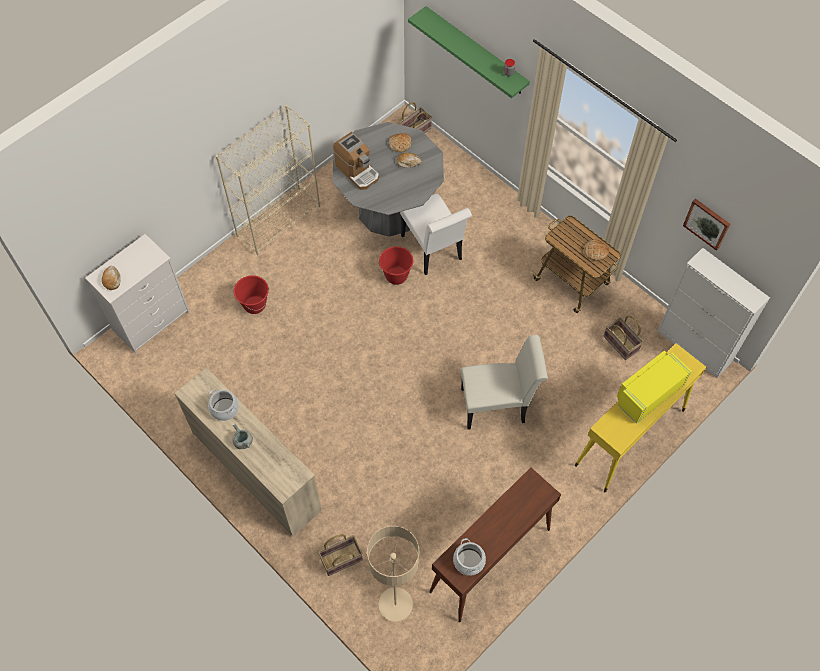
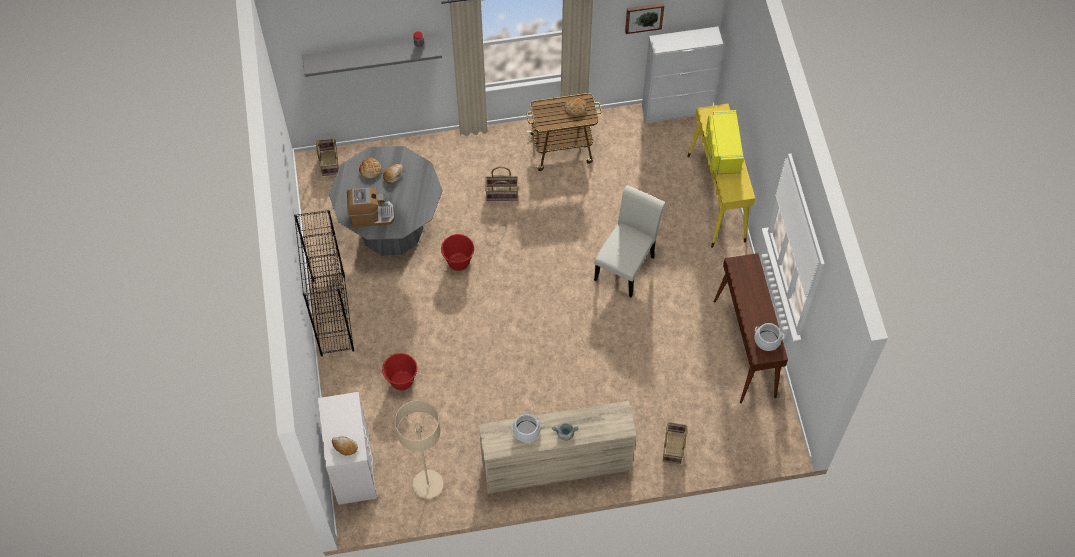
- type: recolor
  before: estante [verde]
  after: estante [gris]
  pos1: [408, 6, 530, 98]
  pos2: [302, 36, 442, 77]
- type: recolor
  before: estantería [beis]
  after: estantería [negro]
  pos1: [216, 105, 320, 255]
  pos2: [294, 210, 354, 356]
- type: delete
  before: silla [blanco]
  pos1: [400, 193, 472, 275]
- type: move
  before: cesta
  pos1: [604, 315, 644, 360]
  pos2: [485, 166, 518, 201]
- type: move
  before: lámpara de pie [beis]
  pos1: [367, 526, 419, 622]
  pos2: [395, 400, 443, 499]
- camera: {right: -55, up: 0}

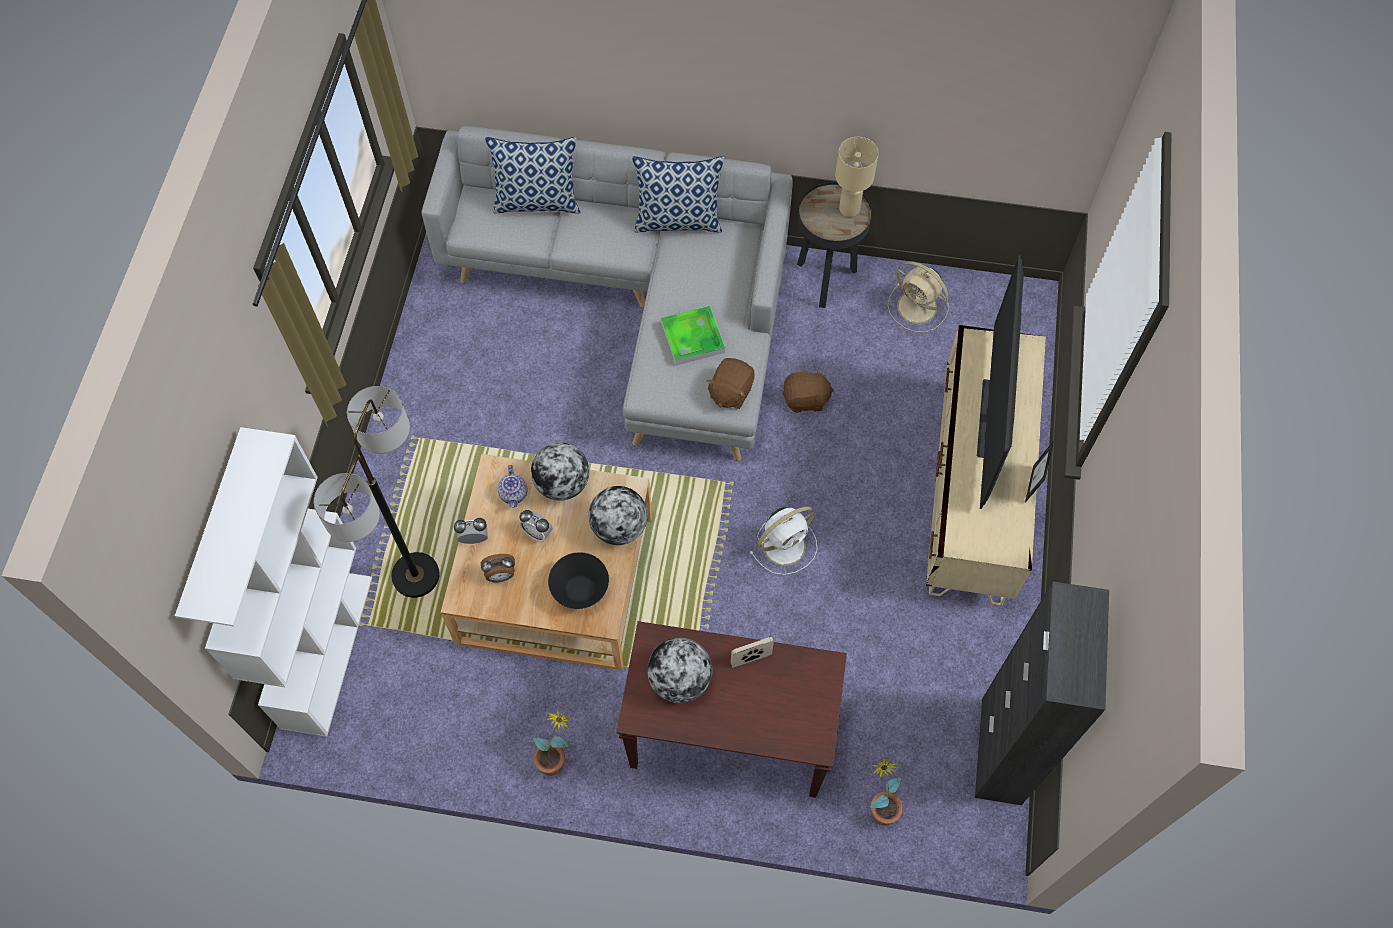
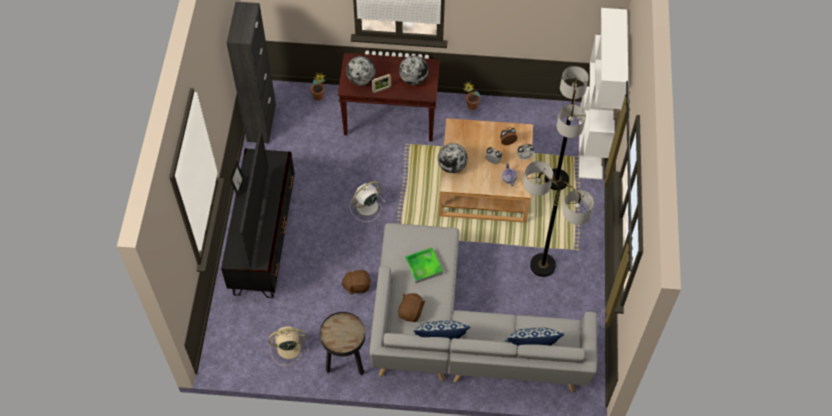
- type: delete
  before: lámpara de mesa [beis]
  pos1: [835, 137, 879, 217]
- type: rotate
  before: ventilador [beis]
  pos1: [888, 261, 949, 332]
  pos2: [268, 327, 309, 366]
  turn: -45
- type: recolor
  before: mueble de televisión [beis]
  after: mueble de televisión [negro]
  pos1: [926, 325, 1046, 605]
  pos2: [221, 148, 295, 298]
- type: move
  before: peluche [marrón]
  pos1: [706, 358, 755, 409]
  pos2: [398, 293, 426, 322]
- type: move
  before: globo terráqueo
  pos1: [531, 442, 589, 501]
  pos2: [346, 56, 376, 86]
- type: delete
  before: cuenco [negro]
  pos1: [548, 552, 609, 609]
- type: insert
  after: lámpara de pie
  pos2: [523, 161, 594, 277]
- camera: {right: 175, up: -5}

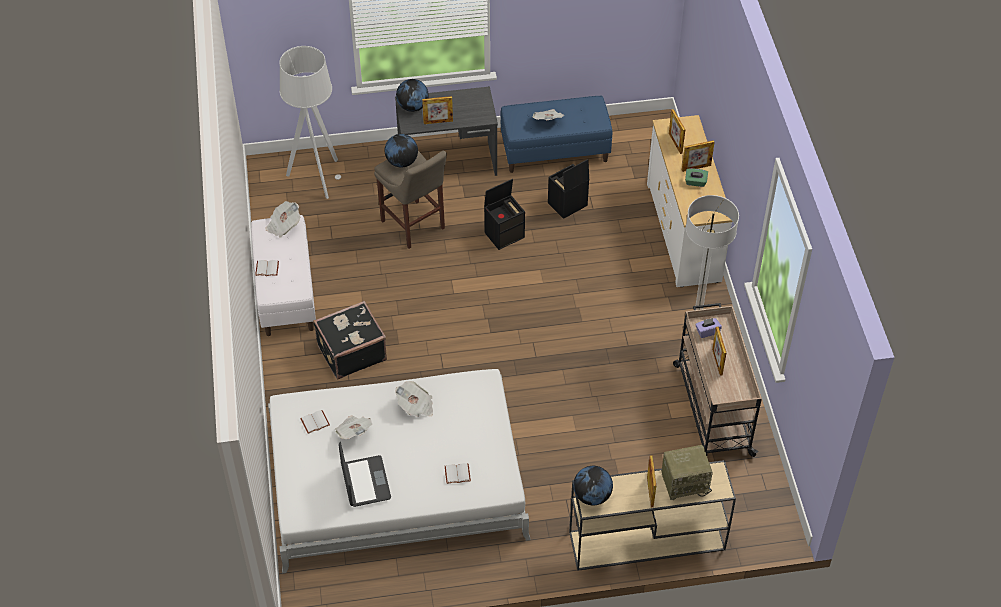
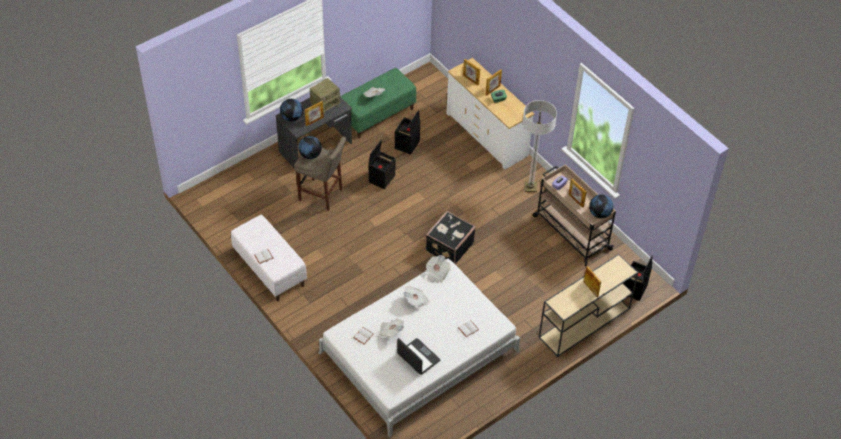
- type: delete
  before: lámpara de pie [gris]
  pos1: [279, 46, 341, 199]
- type: recolor
  before: banco [azul]
  after: banco [verde]
  pos1: [501, 96, 612, 173]
  pos2: [340, 68, 416, 139]
- type: move
  before: periódico
  pos1: [265, 201, 300, 238]
  pos2: [425, 255, 450, 283]
- type: move
  before: maleta [negro]
  pos1: [313, 301, 387, 379]
  pos2: [425, 211, 476, 264]
- type: move
  before: radio
  pos1: [661, 445, 713, 500]
  pos2: [310, 78, 342, 114]
- type: move
  before: globo terráqueo
  pos1: [573, 466, 613, 506]
  pos2: [589, 194, 613, 218]
- type: insert
  after: caja de almacenaje [negro]
  pos2: [624, 256, 652, 301]
- camera: {right: -30, up: 0}

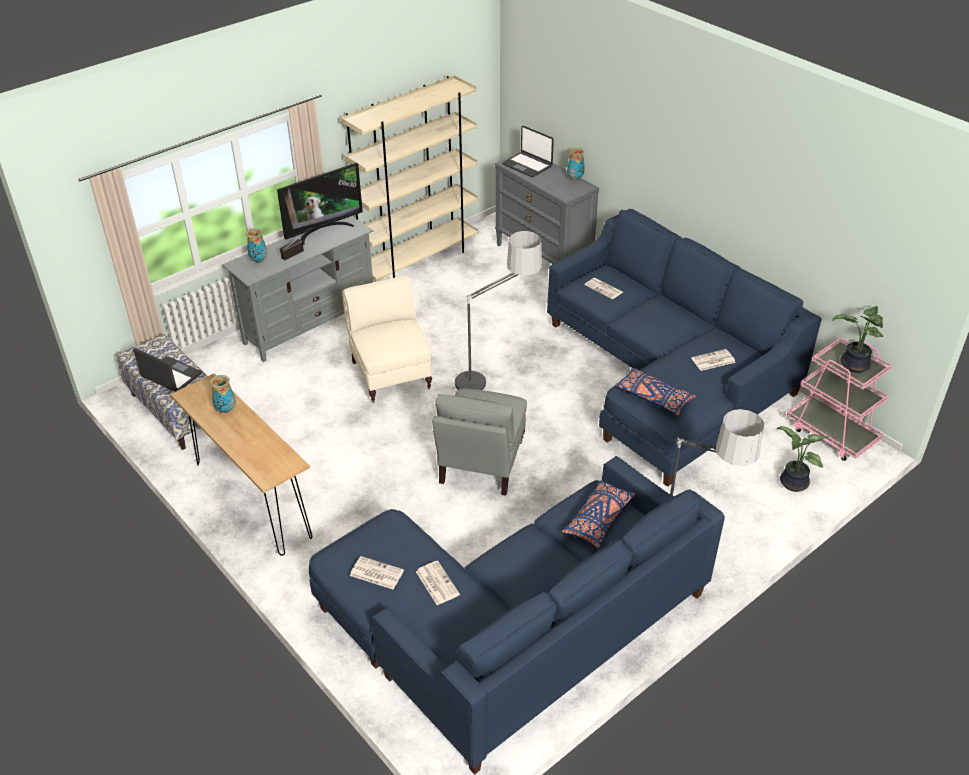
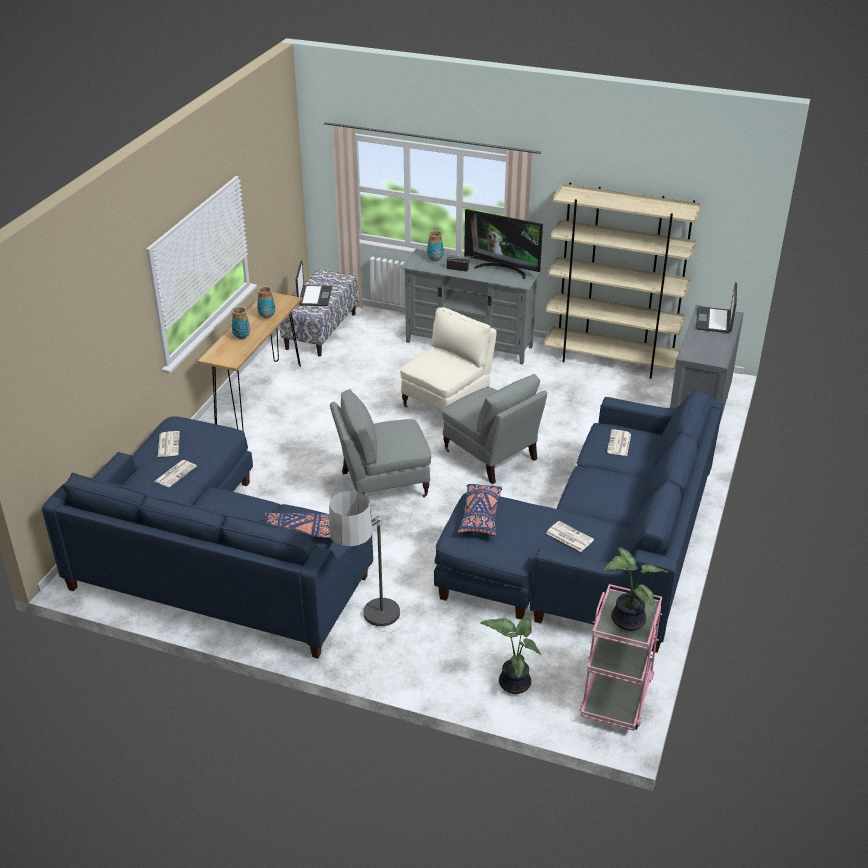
- type: move
  before: florero
  pos1: [567, 148, 585, 180]
  pos2: [231, 306, 250, 340]
- type: replace
  before: lámpara de pie
  after: sillón [gris]
  pos1: [452, 231, 543, 390]
  pos2: [442, 374, 547, 484]
- camera: {right: 60, up: -5}

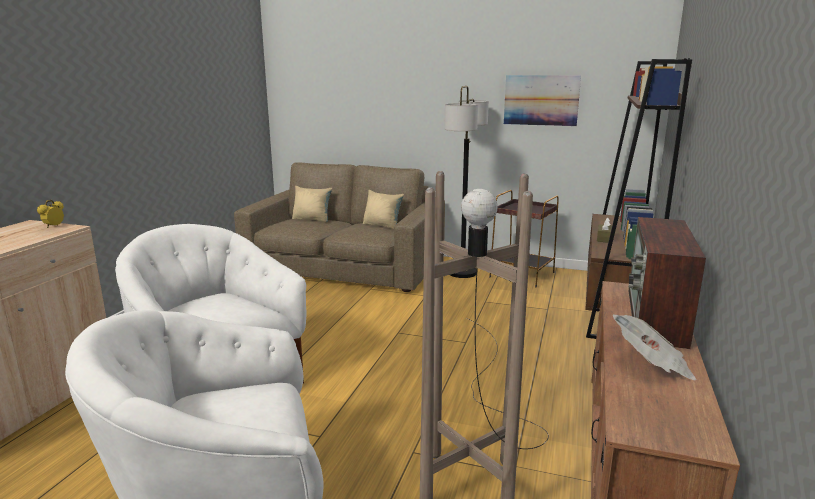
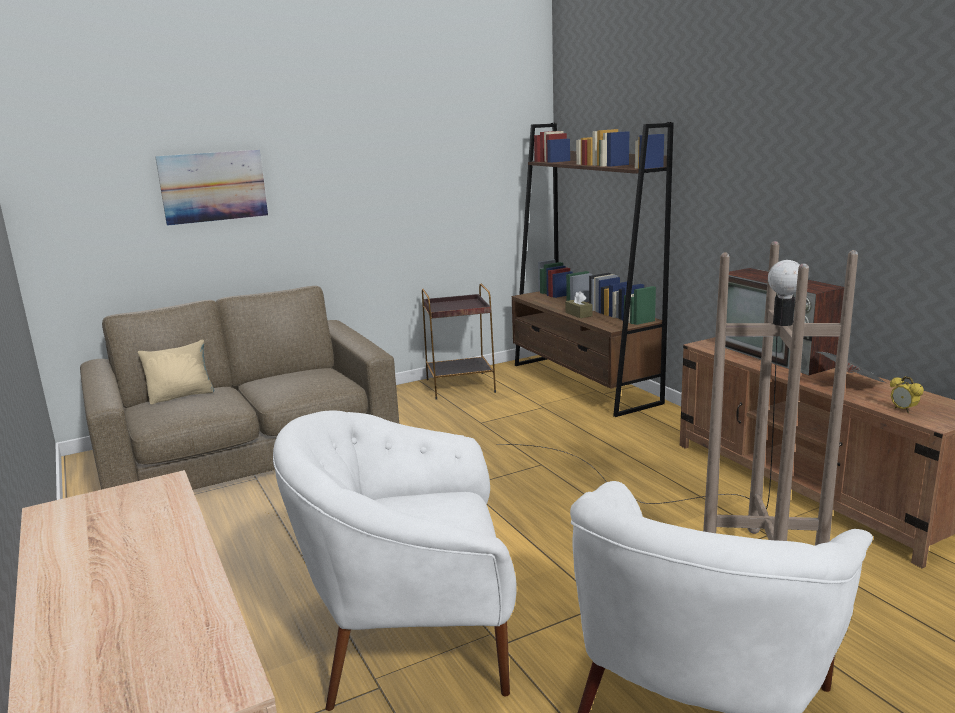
- type: move
  before: cuadro
  pos1: [504, 75, 581, 126]
  pos2: [155, 150, 268, 226]
- type: delete
  before: lámpara de pie
  pos1: [444, 86, 489, 278]
- type: delete
  before: cojín [beis]
  pos1: [363, 190, 404, 230]
- type: move
  before: despertador
  pos1: [37, 200, 64, 228]
  pos2: [890, 376, 924, 413]
- camera: {right: -45, up: 0}

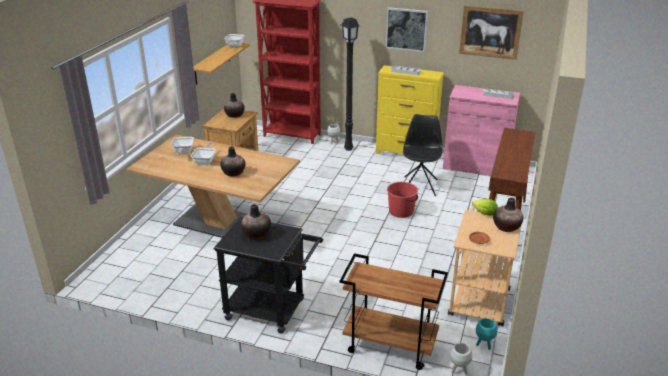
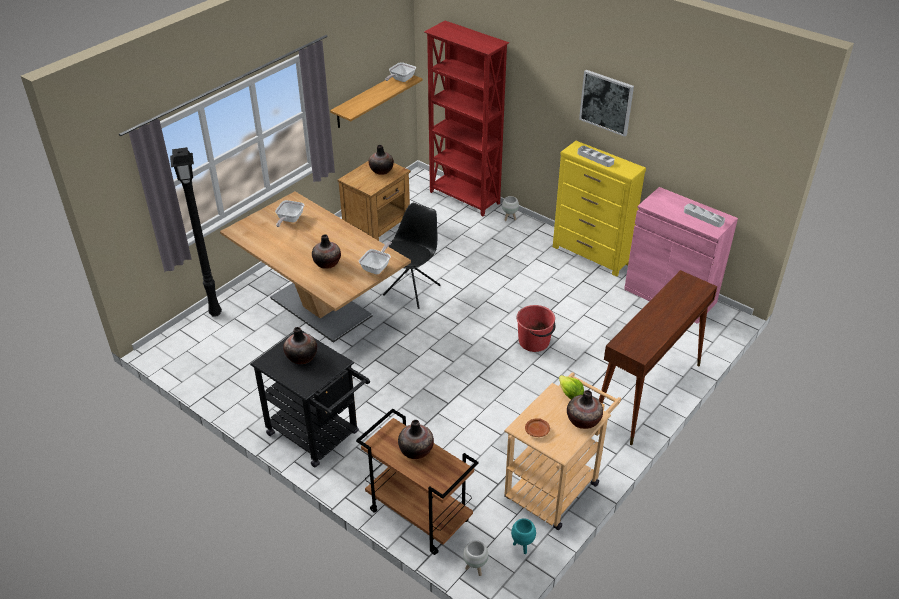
- type: delete
  before: cuadro
  pos1: [459, 5, 524, 60]
- type: move
  before: lámpara de pie [negro]
  pos1: [341, 17, 360, 151]
  pos2: [170, 147, 222, 317]
- type: move
  before: silla [negro]
  pos1: [403, 114, 442, 196]
  pos2: [383, 203, 441, 309]
- type: move
  before: sartén
  pos1: [191, 141, 216, 165]
  pos2: [359, 241, 392, 274]
- type: insert
  after: florero
  pos2: [398, 420, 434, 459]
- camera: {right: 20, up: 10}

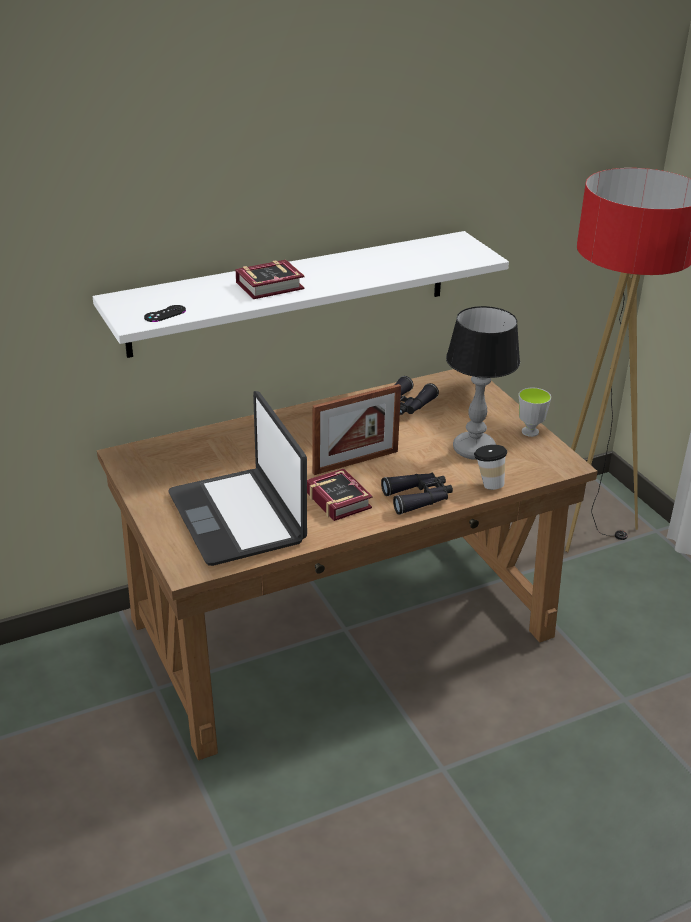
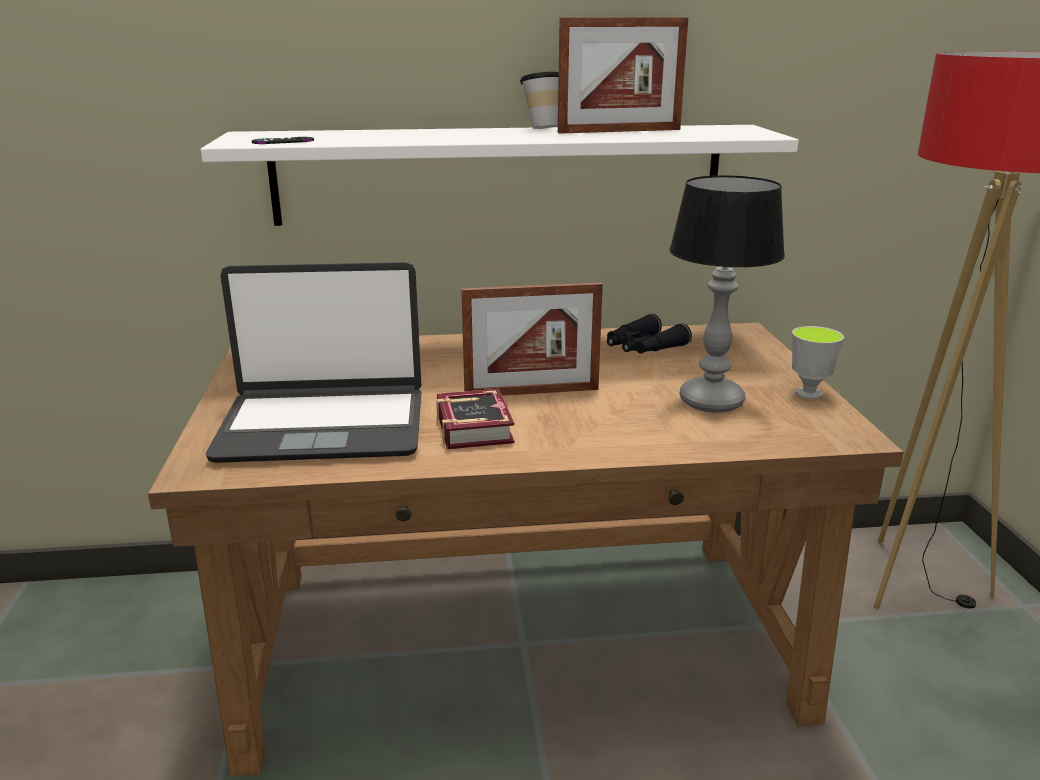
- type: delete
  before: libro
  pos1: [236, 260, 305, 299]
- type: rotate
  before: portátil
  pos1: [169, 391, 307, 566]
  pos2: [206, 262, 421, 463]
  turn: -90
- type: move
  before: taza
  pos1: [474, 445, 507, 490]
  pos2: [520, 72, 559, 129]
- type: delete
  before: prismáticos [negro]
  pos1: [381, 473, 453, 515]
- type: insert
  after: portarretratos
  pos2: [558, 18, 688, 134]
- camera: {right: 20, up: -10}

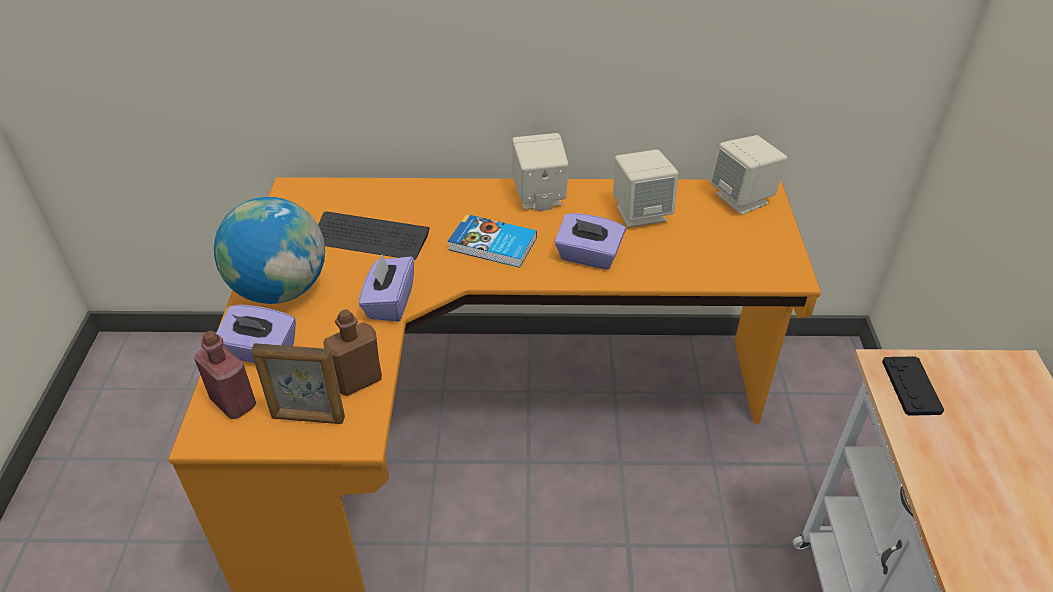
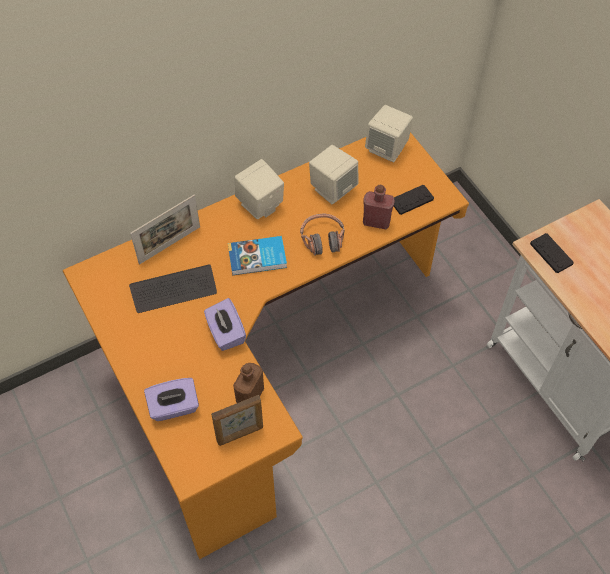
- type: delete
  before: globo terráqueo
  pos1: [214, 197, 325, 304]
- type: replace
  before: caja de pañuelos [morado]
  after: auriculares
  pos1: [555, 213, 626, 270]
  pos2: [300, 214, 345, 256]
- type: move
  before: botella [rojo]
  pos1: [194, 331, 256, 419]
  pos2: [363, 184, 395, 229]
- type: insert
  after: mando de consola [negro]
  pos2: [394, 185, 434, 215]
- type: insert
  after: portarretratos
  pos2: [130, 195, 200, 264]
- camera: {right: -30, up: 15}

